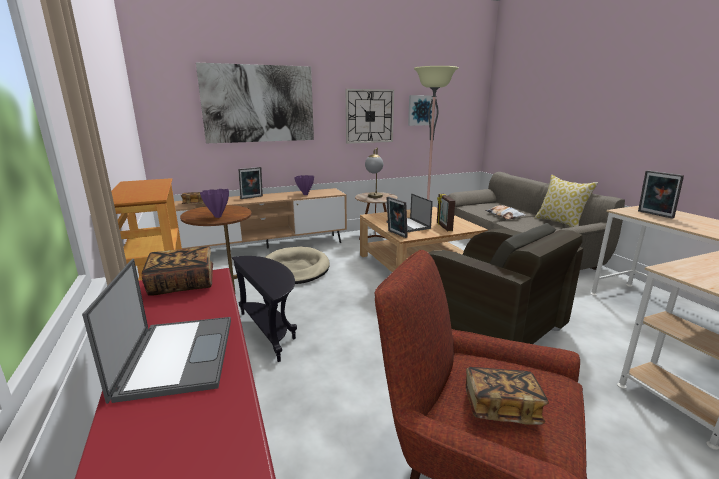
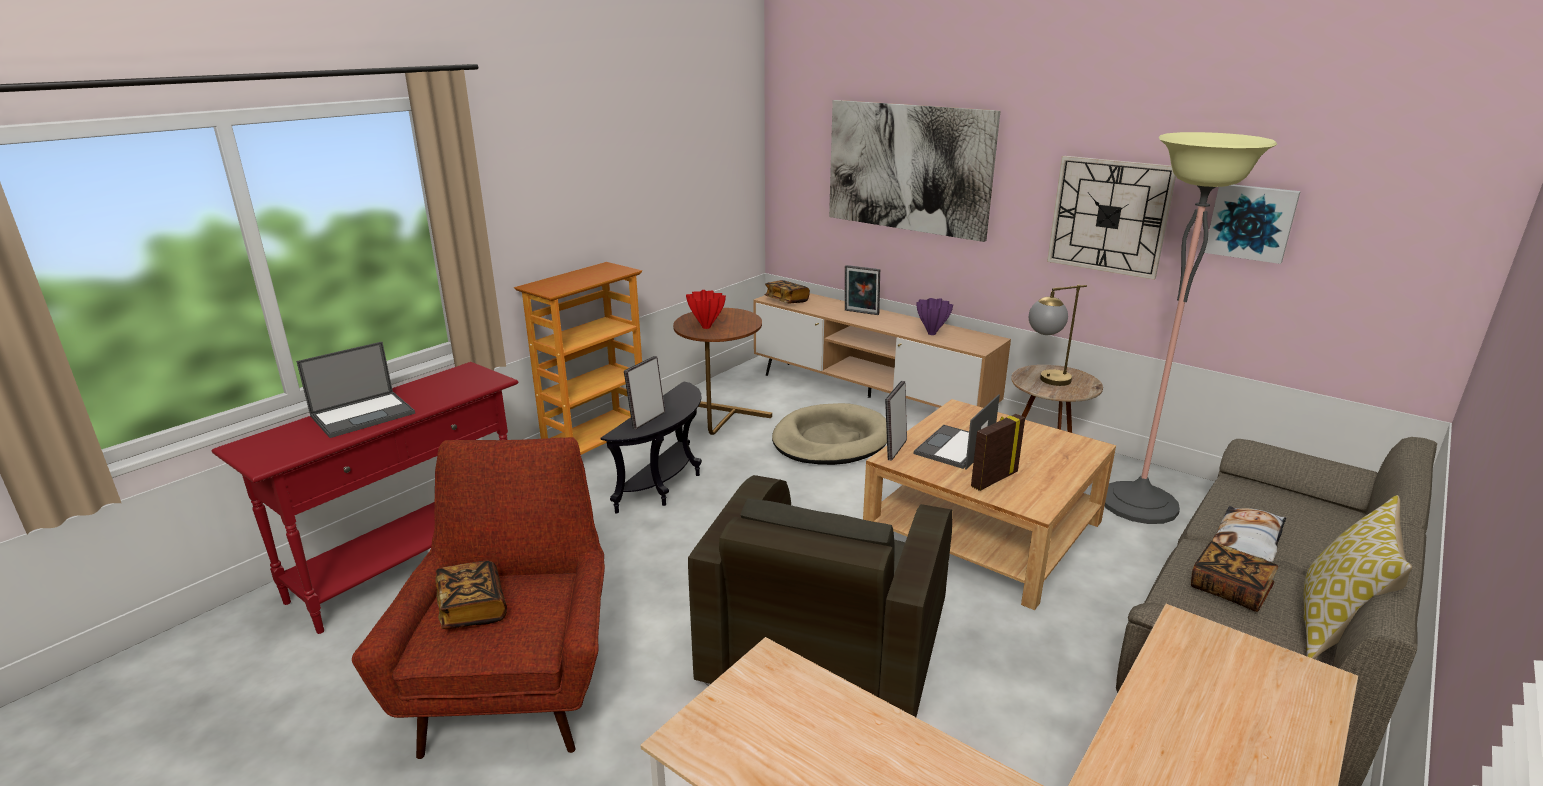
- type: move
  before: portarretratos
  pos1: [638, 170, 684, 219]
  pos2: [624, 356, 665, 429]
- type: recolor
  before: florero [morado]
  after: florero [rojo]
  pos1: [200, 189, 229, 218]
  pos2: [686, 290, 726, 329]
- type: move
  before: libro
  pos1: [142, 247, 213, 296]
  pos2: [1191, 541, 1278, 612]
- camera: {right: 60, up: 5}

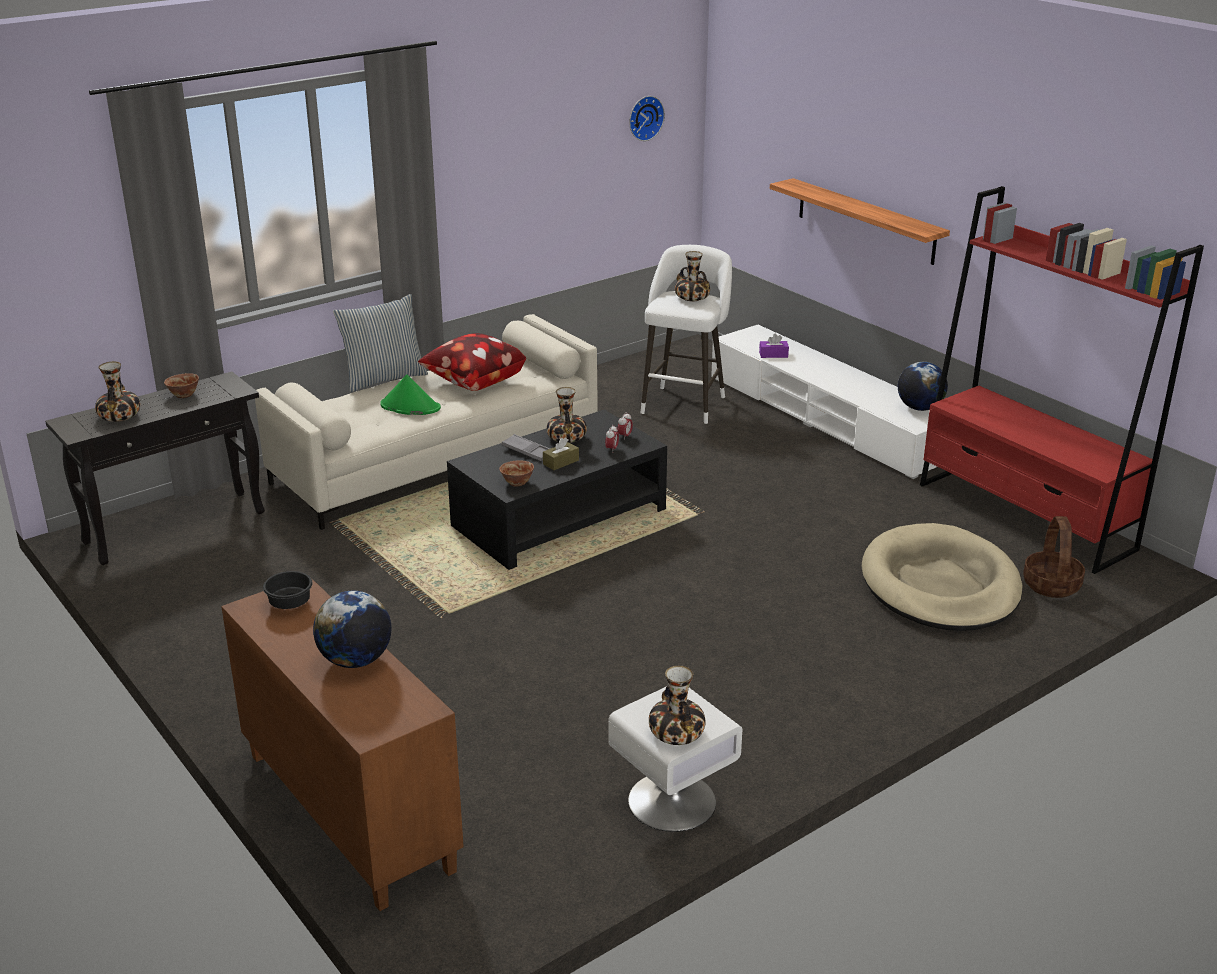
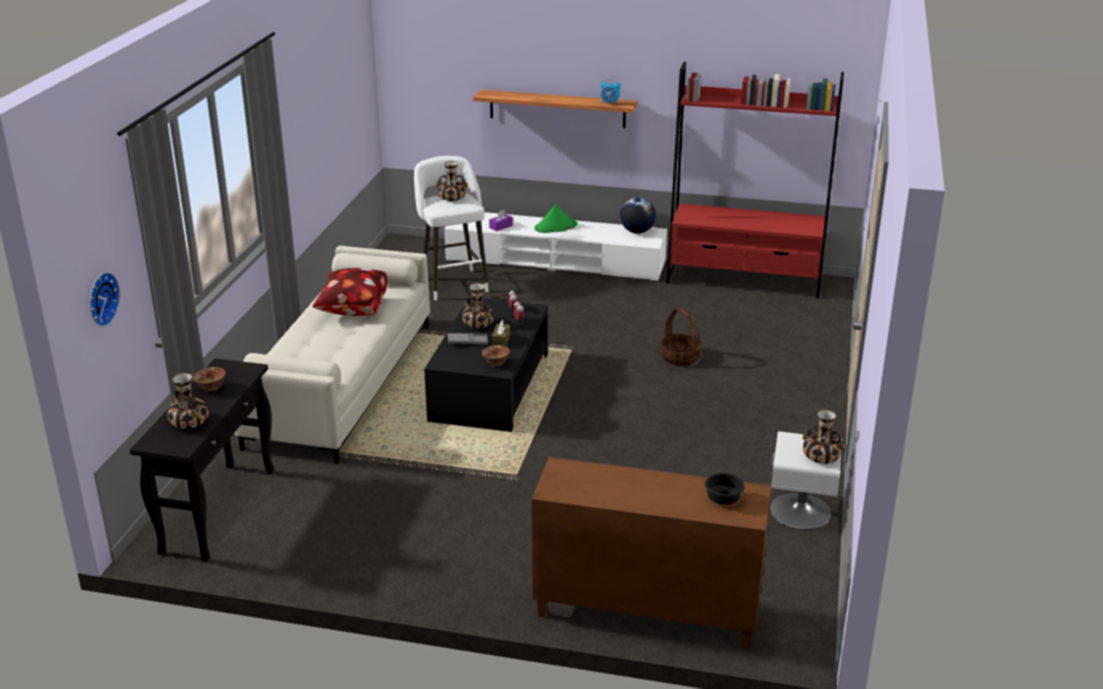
- type: move
  before: reloj de pared
  pos1: [629, 96, 665, 141]
  pos2: [90, 272, 120, 327]
- type: delete
  before: cojín
  pos1: [333, 294, 428, 392]
- type: move
  before: sombrero [verde]
  pos1: [380, 374, 441, 415]
  pos2: [535, 204, 577, 233]
- type: move
  before: cesta
  pos1: [1023, 516, 1085, 598]
  pos2: [660, 307, 702, 366]
- type: delete
  before: cama para perro [beis]
  pos1: [862, 523, 1023, 631]
- type: move
  before: cuenco [negro]
  pos1: [263, 571, 313, 609]
  pos2: [705, 473, 745, 505]
- type: delete
  before: globo terráqueo
  pos1: [313, 591, 392, 668]
- type: insert
  after: despertador
  pos2: [600, 79, 621, 105]
- camera: {right: -40, up: 0}

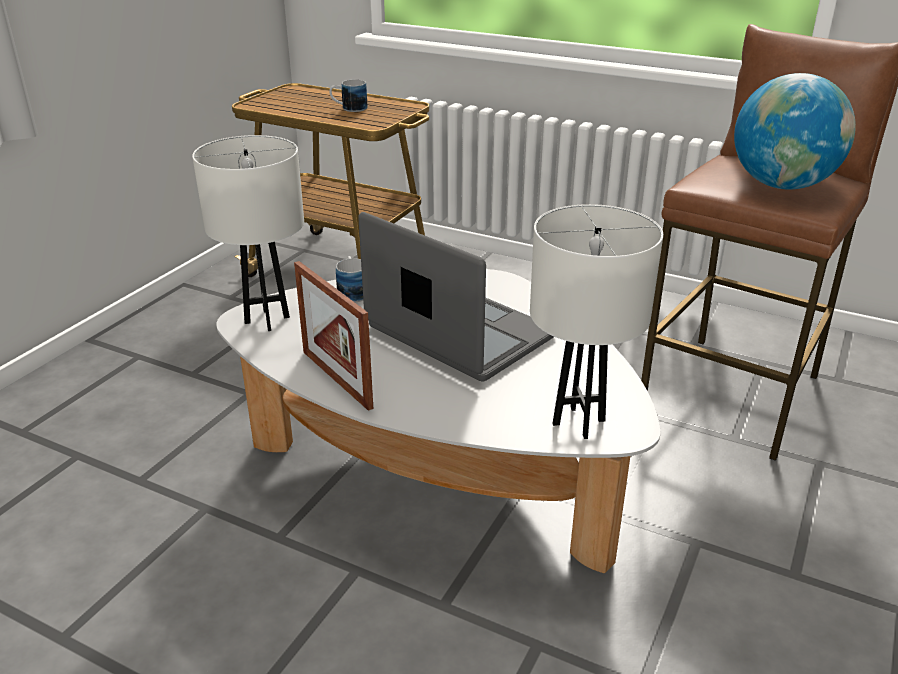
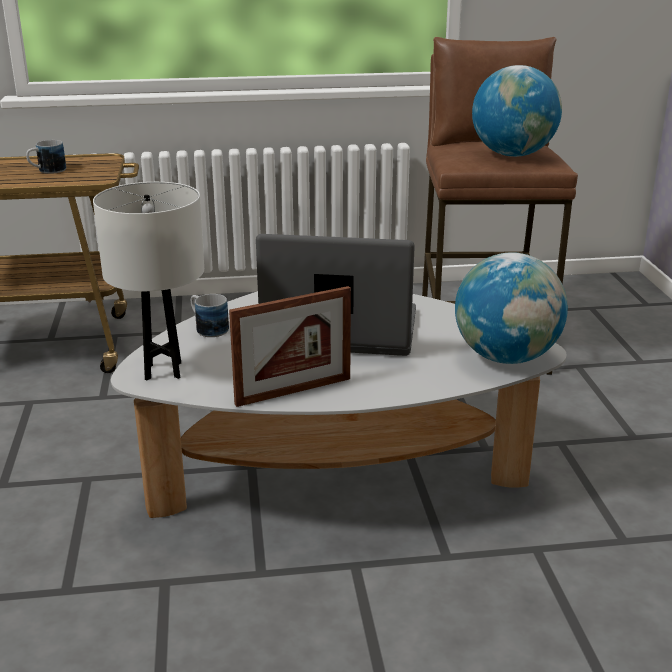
- type: replace
  before: lámpara de mesa [blanco]
  after: globo terráqueo
  pos1: [530, 204, 663, 439]
  pos2: [455, 252, 568, 364]
- type: rotate
  before: portarretratos
  pos1: [294, 261, 373, 411]
  pos2: [229, 286, 351, 407]
  turn: -45
- camera: {right: -35, up: -5}

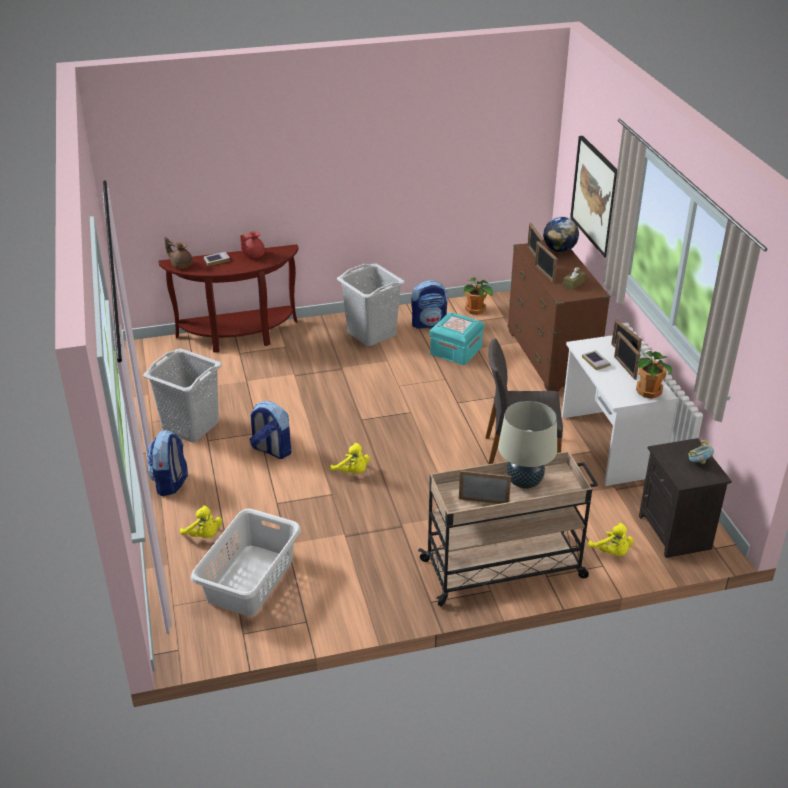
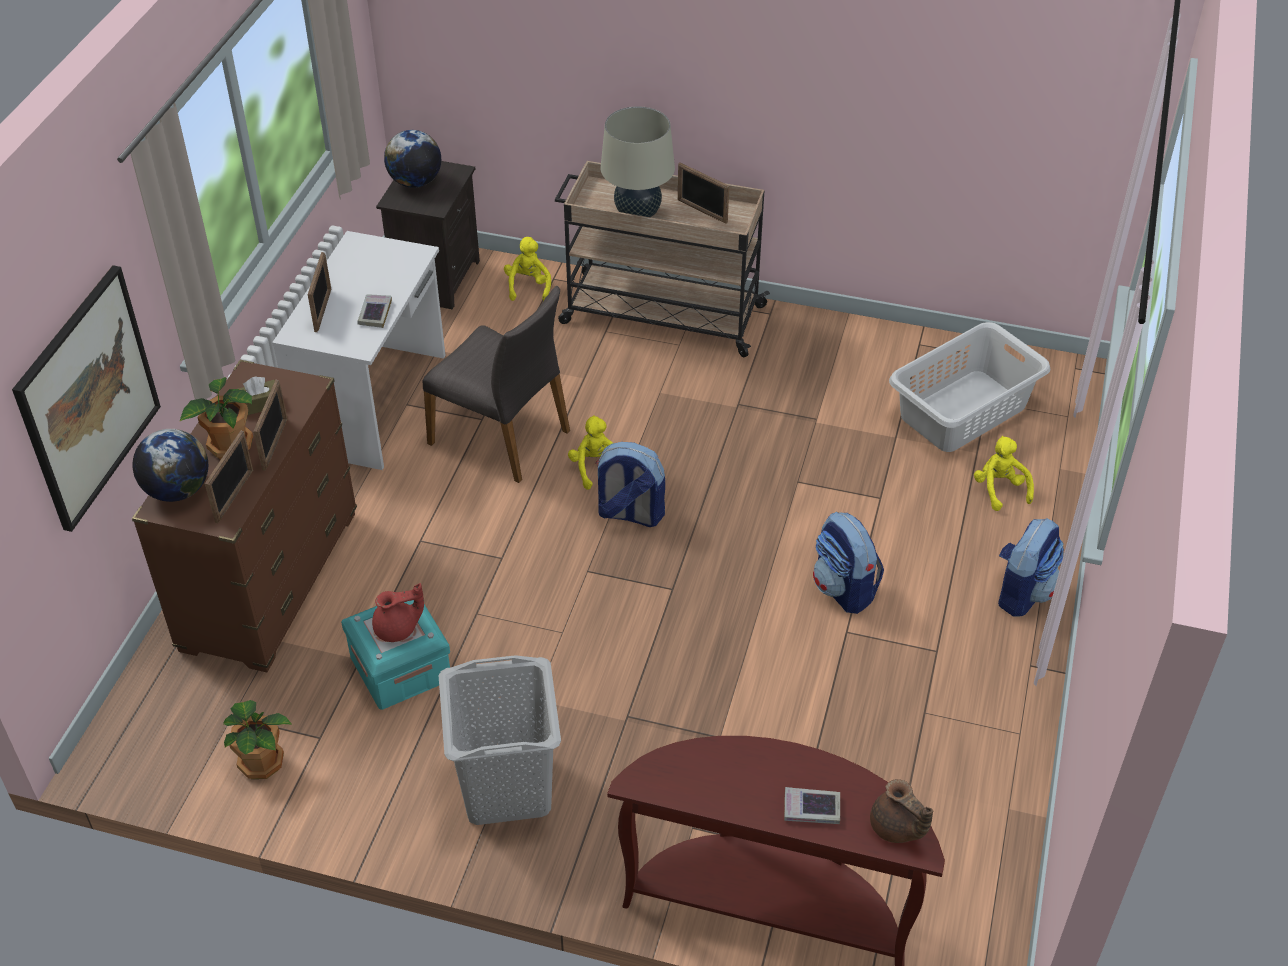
- type: move
  before: tetera [rojo]
  pos1: [240, 231, 265, 258]
  pos2: [372, 583, 424, 642]
- type: move
  before: mochila
  pos1: [411, 280, 447, 329]
  pos2: [595, 442, 665, 527]
- type: delete
  before: portarretratos
  pos1: [614, 331, 640, 380]
- type: delete
  before: cesto de la ropa [gris]
  pos1: [143, 349, 222, 442]
- type: move
  before: planta en maceta
  pos1: [636, 351, 672, 399]
  pos2: [179, 377, 253, 459]
- type: replace
  before: cuenco
  after: globo terráqueo
  pos1: [688, 440, 714, 464]
  pos2: [384, 130, 441, 188]
- type: move
  before: peluche [amarillo]
  pos1: [330, 443, 370, 474]
  pos2: [568, 415, 613, 490]
- camera: {right: -150, up: 10}

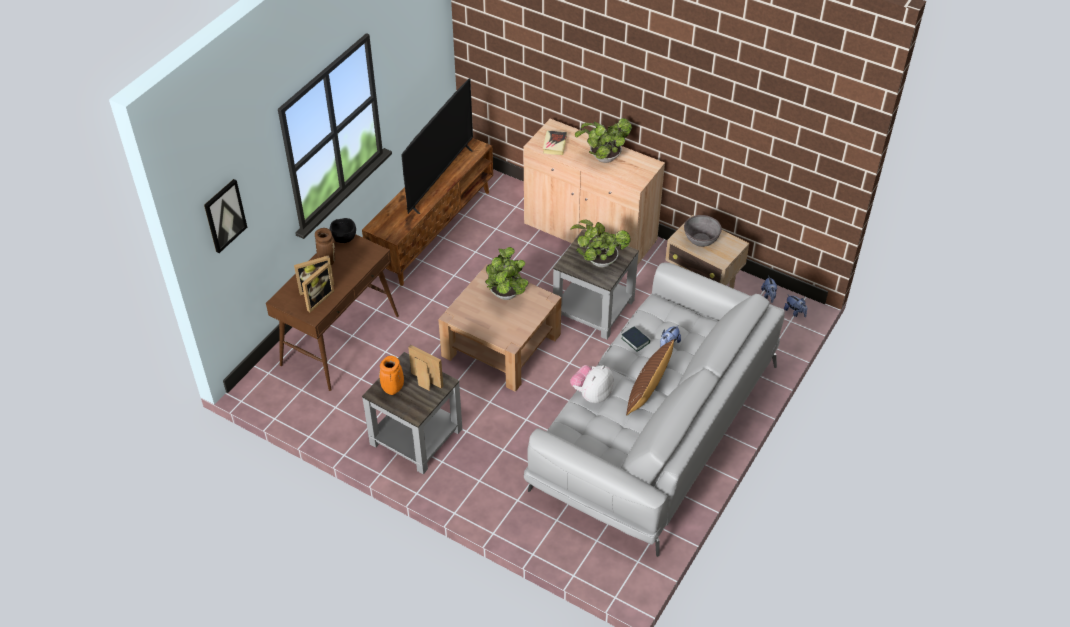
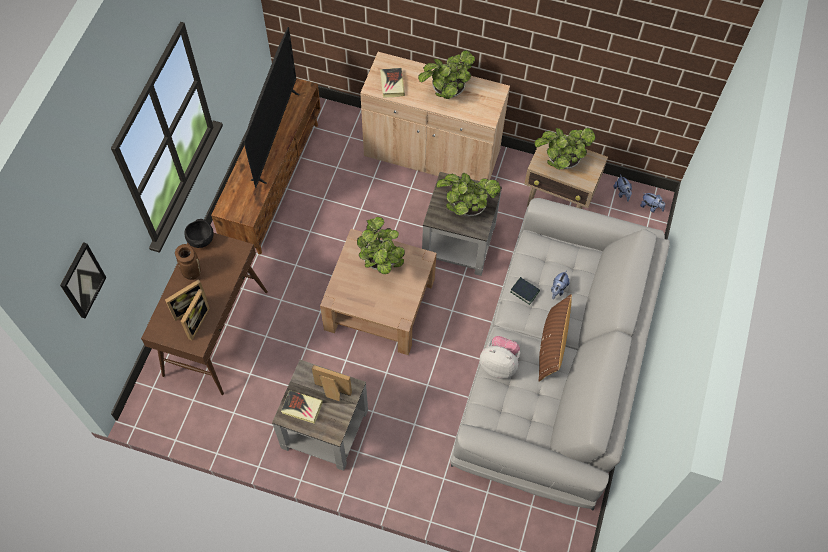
- type: replace
  before: cuenco [gris]
  after: planta en maceta
  pos1: [684, 215, 722, 247]
  pos2: [535, 128, 596, 170]
- type: replace
  before: florero [naranja]
  after: libro
  pos1: [379, 356, 404, 395]
  pos2: [281, 390, 323, 424]
- type: rotate
  before: peluche
  pos1: [570, 365, 614, 403]
  pos2: [480, 336, 520, 379]
  turn: 90
- camera: {right: -15, up: 15}

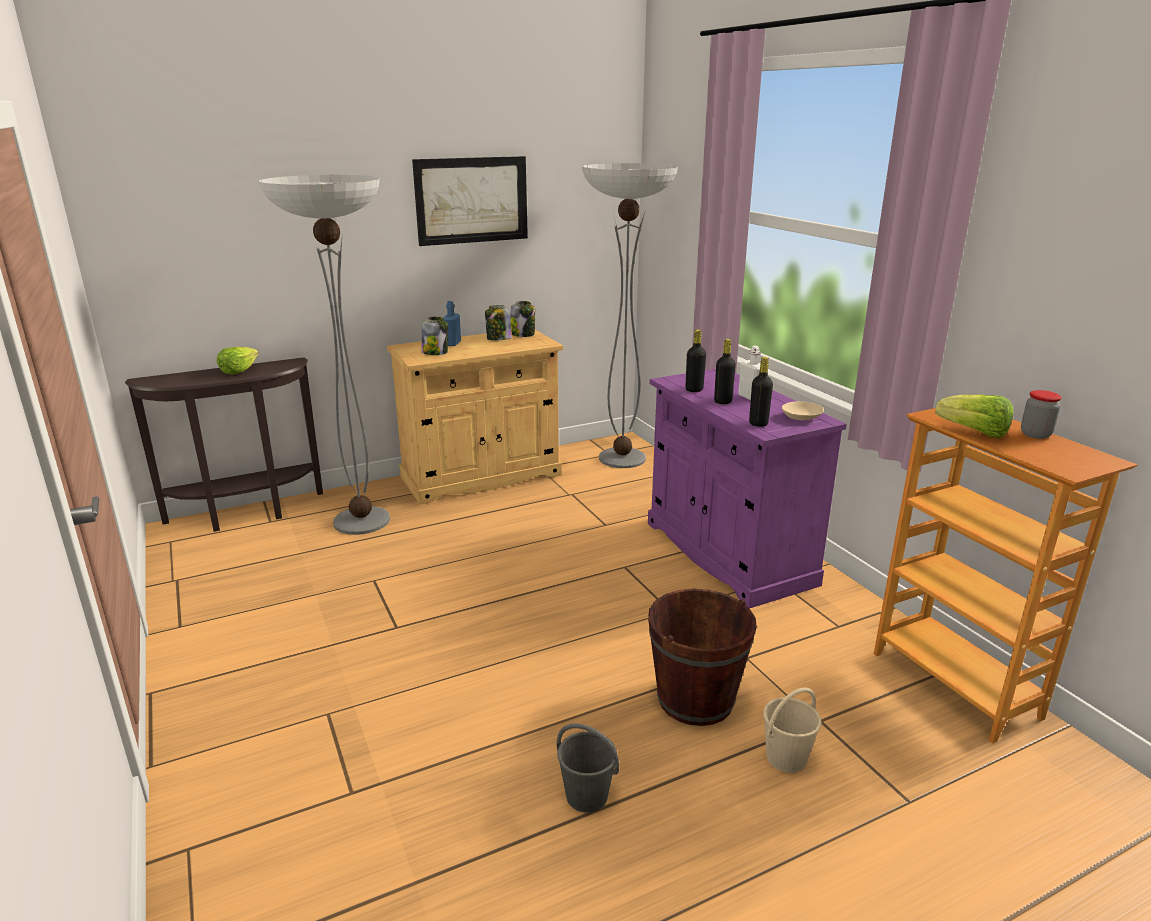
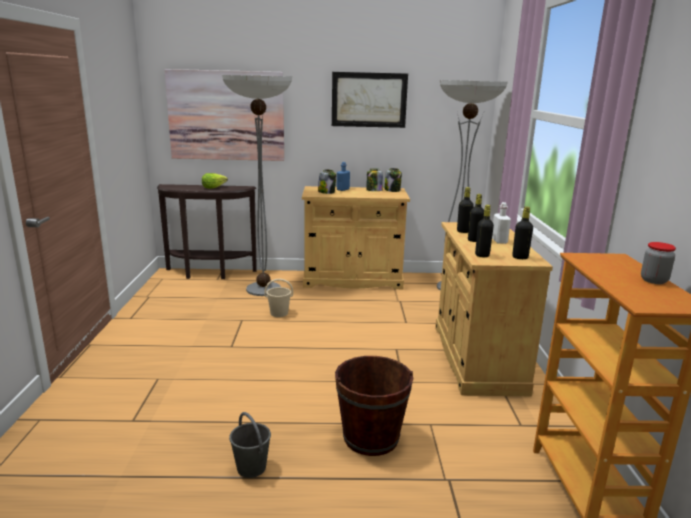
- type: recolor
  before: armario [morado]
  after: armario [beis]
  pos1: [648, 369, 847, 608]
  pos2: [435, 222, 553, 396]
- type: delete
  before: lechuga
  pos1: [935, 395, 1013, 438]
- type: replace
  before: cuenco [beis]
  after: botella [negro]
  pos1: [782, 401, 824, 420]
  pos2: [512, 207, 533, 259]
- type: move
  before: cubo [beis]
  pos1: [763, 687, 821, 773]
  pos2: [264, 279, 293, 317]
- type: insert
  after: cuadro
  pos2: [164, 69, 284, 161]
- camera: {right: 25, up: -5}

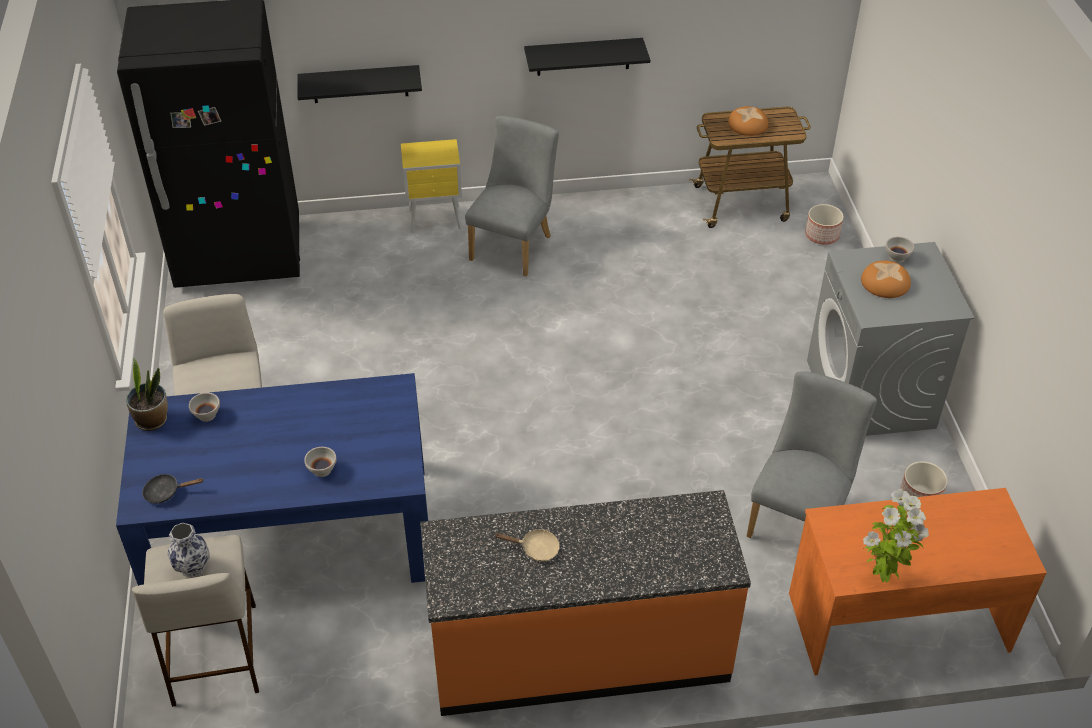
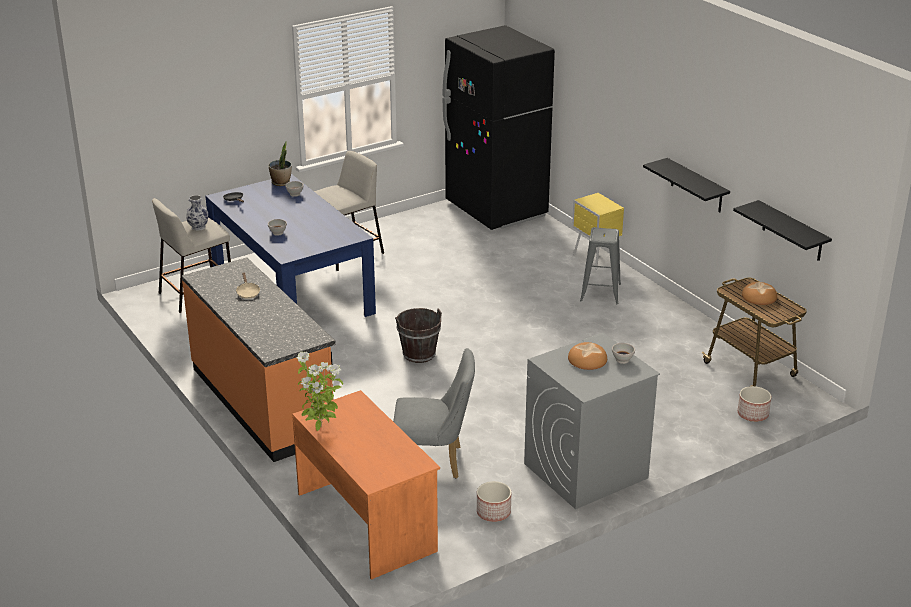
- type: move
  before: estante [negro]
  pos1: [297, 65, 422, 103]
  pos2: [733, 200, 832, 261]
- type: replace
  before: silla [gris]
  after: taburete [gris]
  pos1: [465, 116, 559, 277]
  pos2: [580, 227, 621, 304]
- type: insert
  after: cubo [marrón]
  pos2: [395, 308, 442, 363]
- camera: {right: 65, up: -15}

